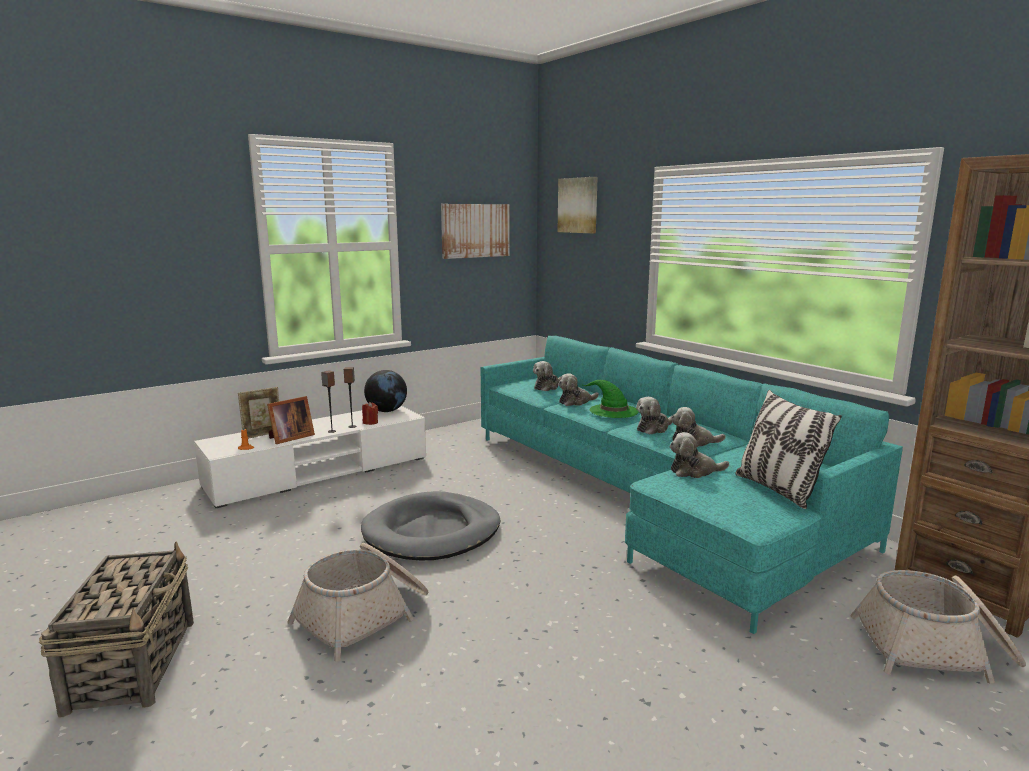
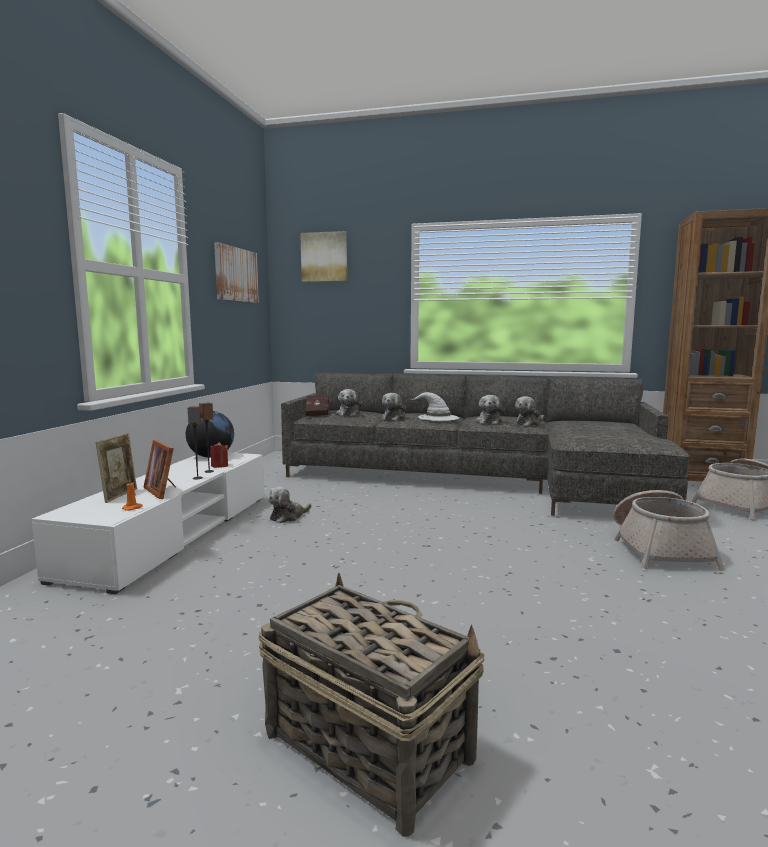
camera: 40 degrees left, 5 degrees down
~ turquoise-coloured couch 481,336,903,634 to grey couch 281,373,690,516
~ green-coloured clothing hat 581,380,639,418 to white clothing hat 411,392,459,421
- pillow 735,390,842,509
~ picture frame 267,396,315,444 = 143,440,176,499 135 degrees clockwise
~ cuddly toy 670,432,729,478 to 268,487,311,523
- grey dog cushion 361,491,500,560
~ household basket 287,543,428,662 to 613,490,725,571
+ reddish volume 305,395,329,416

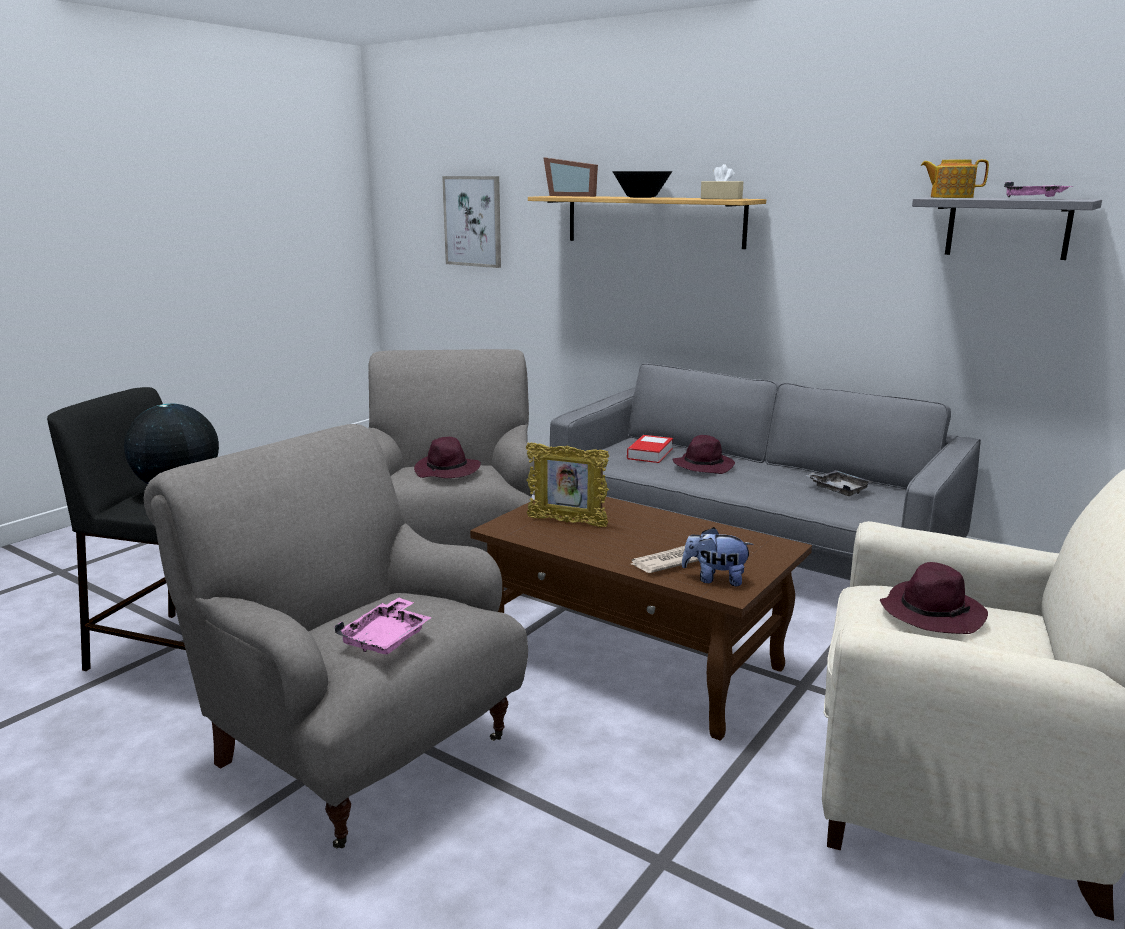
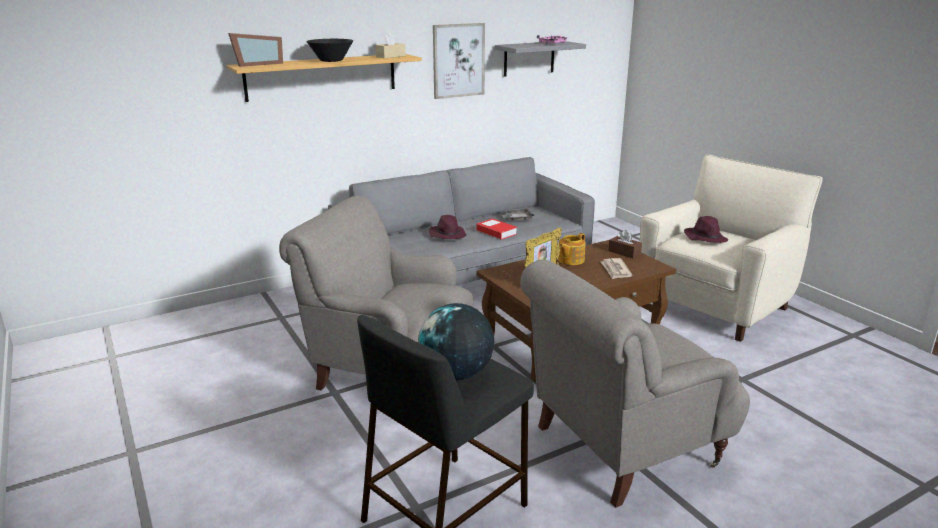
camera: 65 degrees left, 5 degrees up
~ teapot 921,159,989,198 to 558,233,586,265
~ wall picture 442,176,501,268 to 433,23,485,99
~ volume 627,435,673,463 to 477,218,517,240
- purple-coloured clothing hat 414,437,481,478
- cuddly toy 682,527,754,586
- pinkish serving tray 334,598,432,654
+ brown tissue box 608,230,642,258

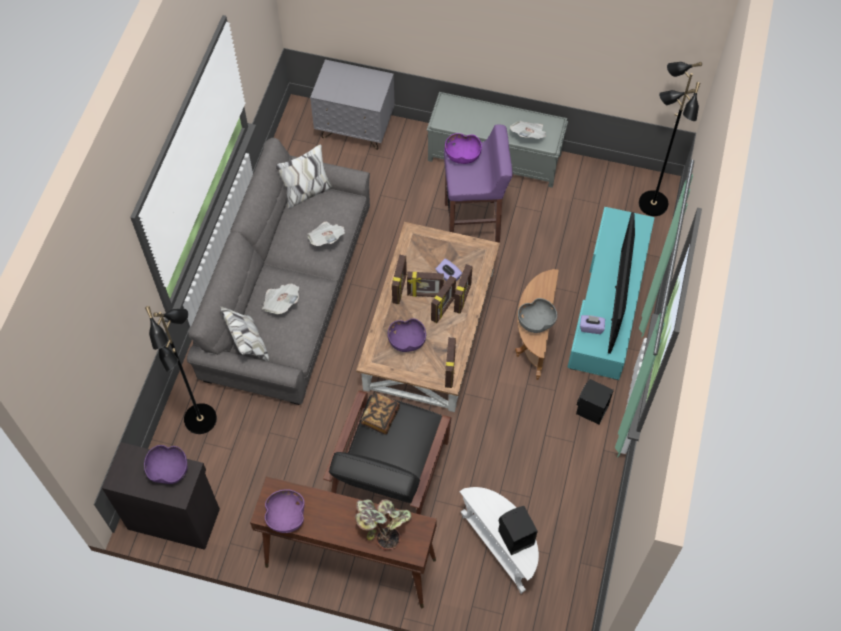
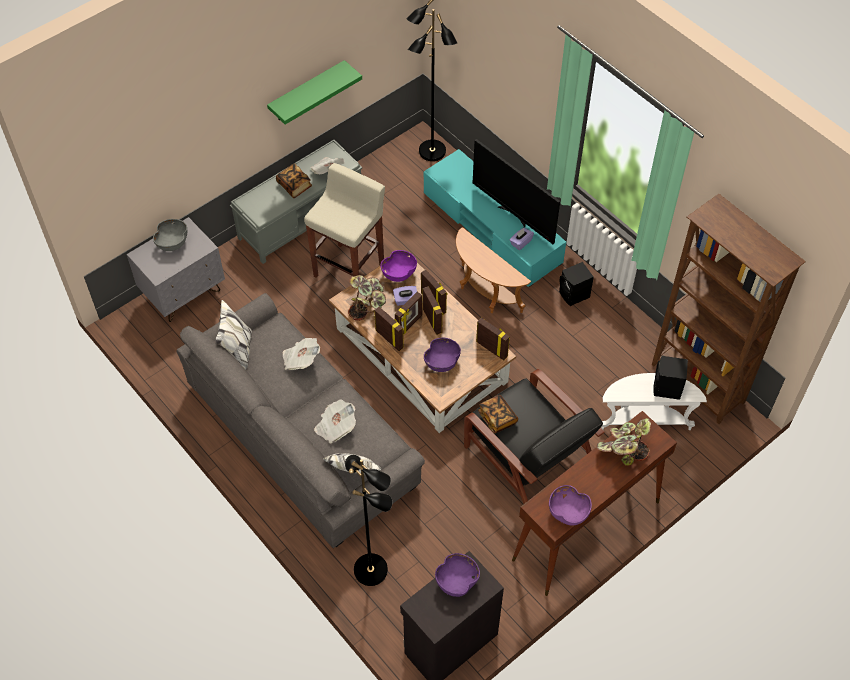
camera: 55 degrees left, 5 degrees down
~ purple-coloured stool seat 444,125,513,243 to beige-coloured stool seat 304,163,385,278
~ purple-coloured deep dish 445,133,482,164 to 380,250,417,282
~ grey deep dish 518,298,557,333 to 153,219,188,251
+ green-coloured bracket shelf 267,60,362,125
+ volume 276,163,312,198
+ brown bookshelf 652,194,806,424
+ potted plant 348,275,386,321

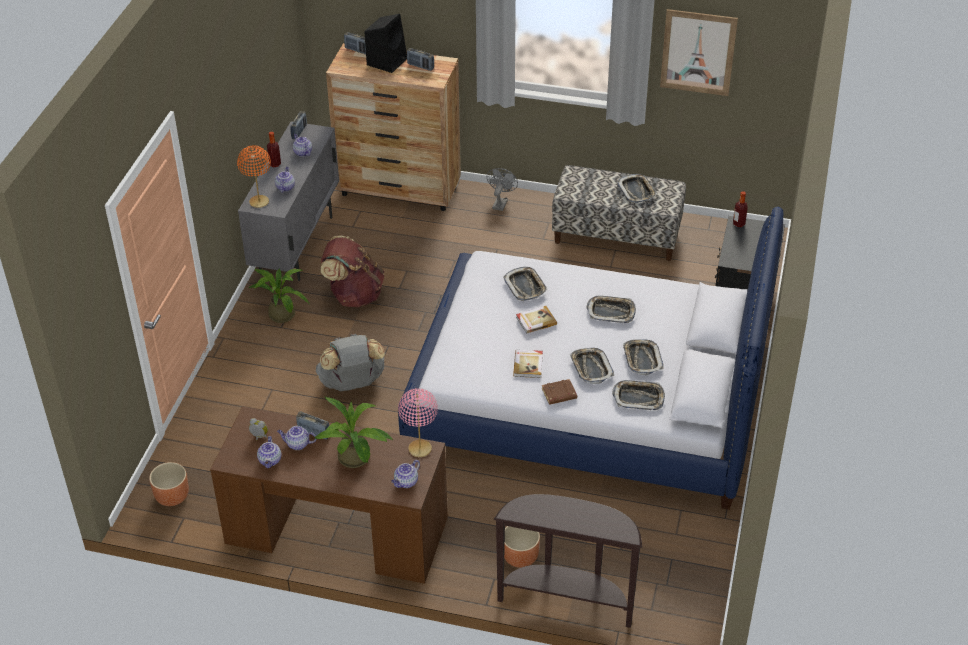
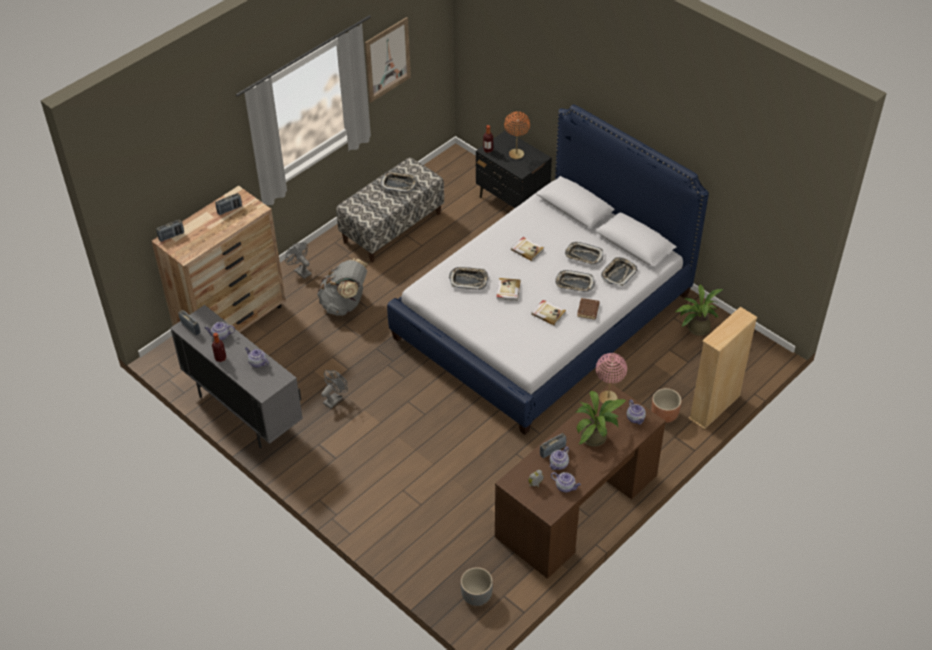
camera: 60 degrees left, 5 degrees up
- blackish speaker 364,14,407,73
~ orange tabletop lamp 237,145,271,208 to 504,111,530,159
~ brown backpack 321,236,385,307 to grey fan 321,370,348,409
~ potted plant 249,268,310,323 to 675,284,724,336
~ serving tray 586,296,636,323 to volume 511,237,544,261
~ grey backpack 316,333,386,391 to 317,258,368,316
~ brown flower pot 149,462,189,506 to grey flower pot 461,567,493,606
~ brown narrow table 493,494,642,628 to beige-coloured bookshelf 688,307,758,430

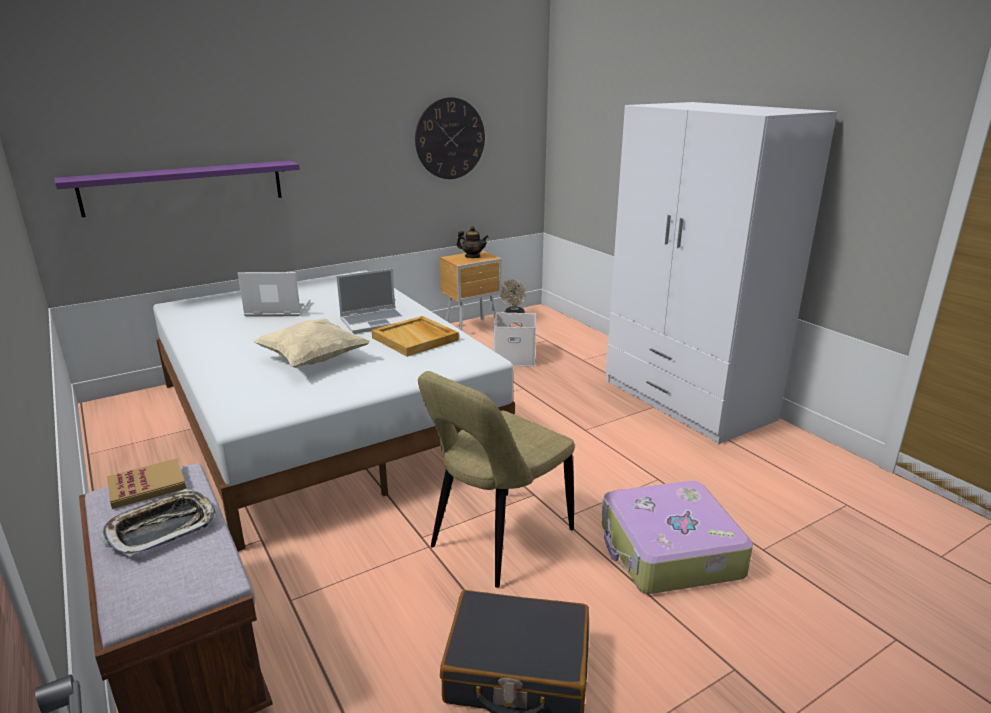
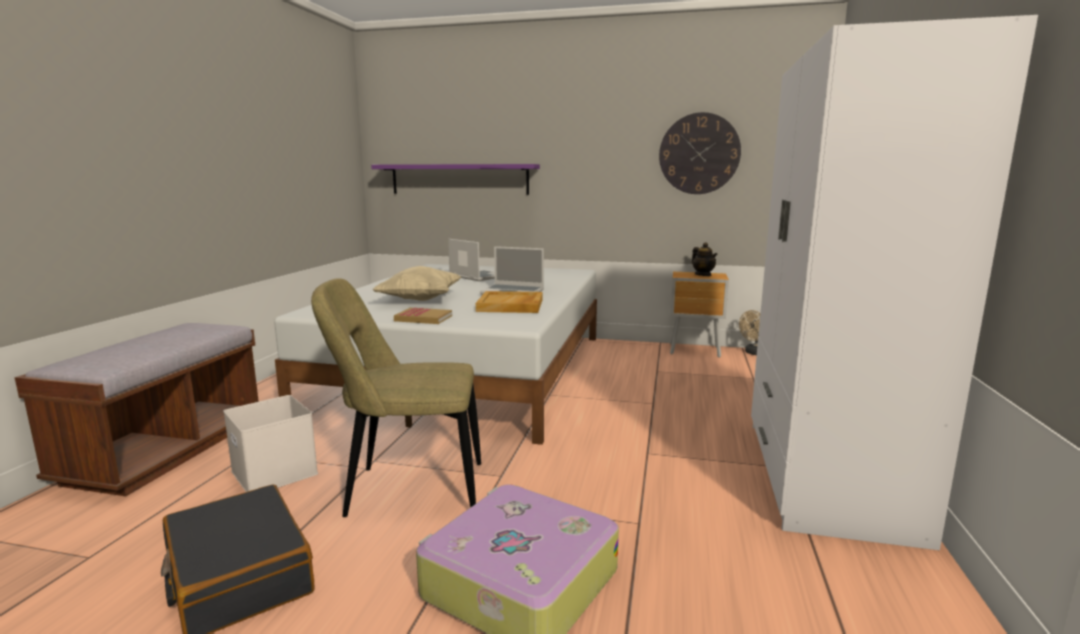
camera: 45 degrees right, 10 degrees down
~ white storage container 493,312,536,367 to 223,395,318,492
~ volume 107,458,186,509 to 394,308,452,324
- serving tray 100,489,217,557

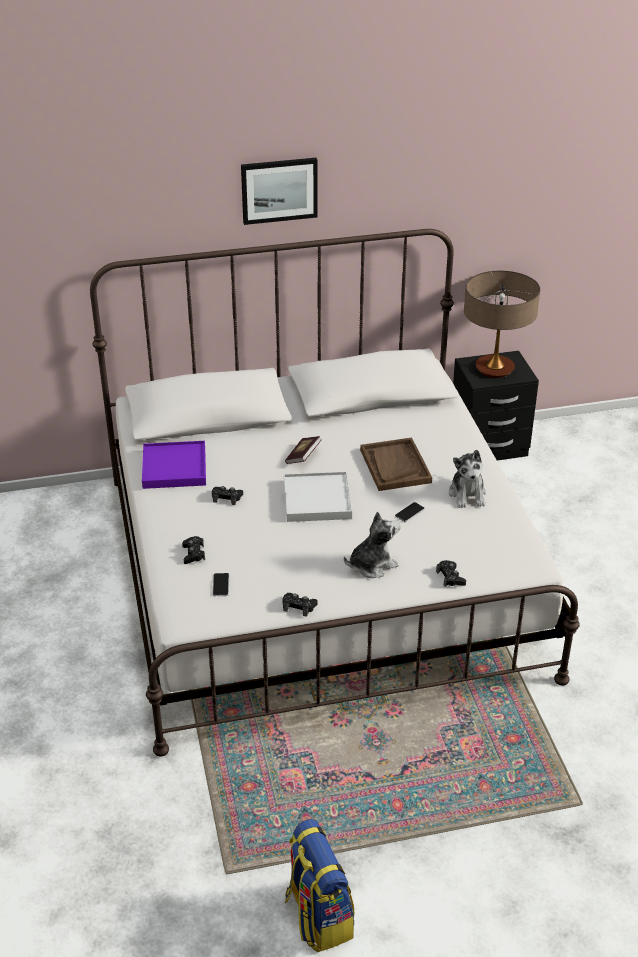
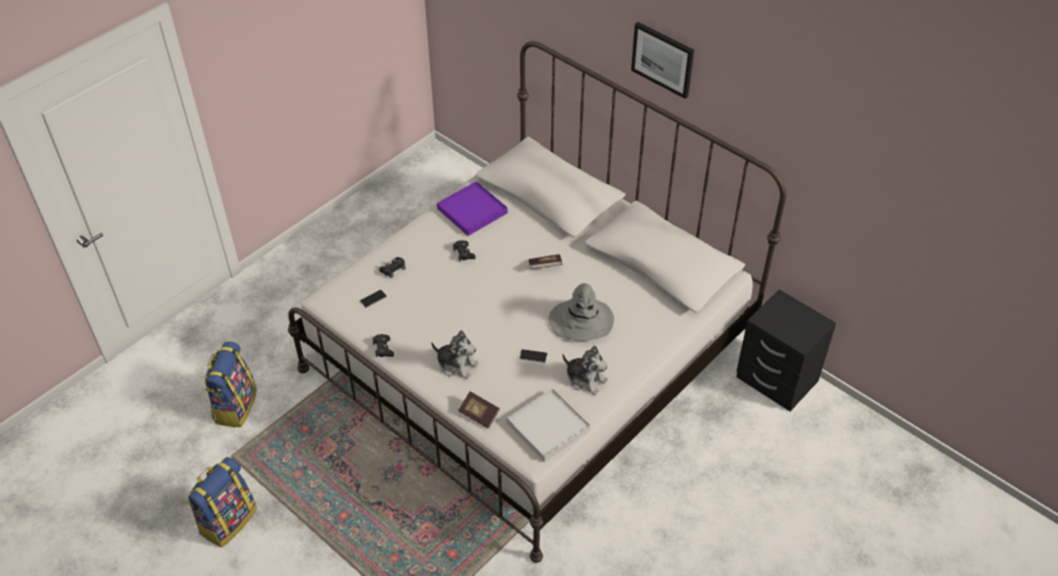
camera: 55 degrees right, 10 degrees up
- tabletop lamp 464,271,540,378
~ brown serving tray 360,438,432,491 to grey clothing hat 548,283,614,341
~ cuddly toy 449,450,486,508 = 563,345,608,395 105 degrees counterclockwise
~ white serving tray 284,471,352,522 to 507,388,591,462
~ blackish gamepad 436,560,466,587 to volume 458,391,500,429
+ backpack 204,342,257,427

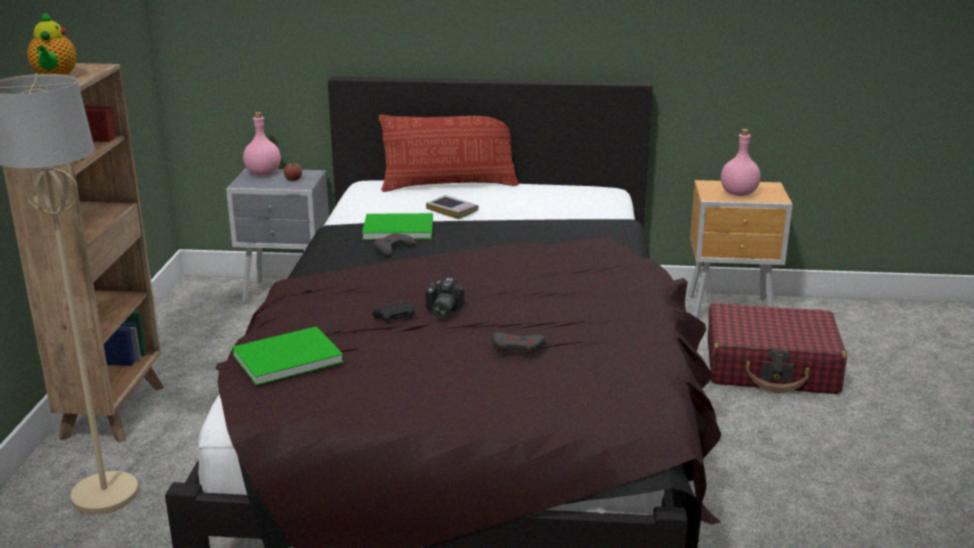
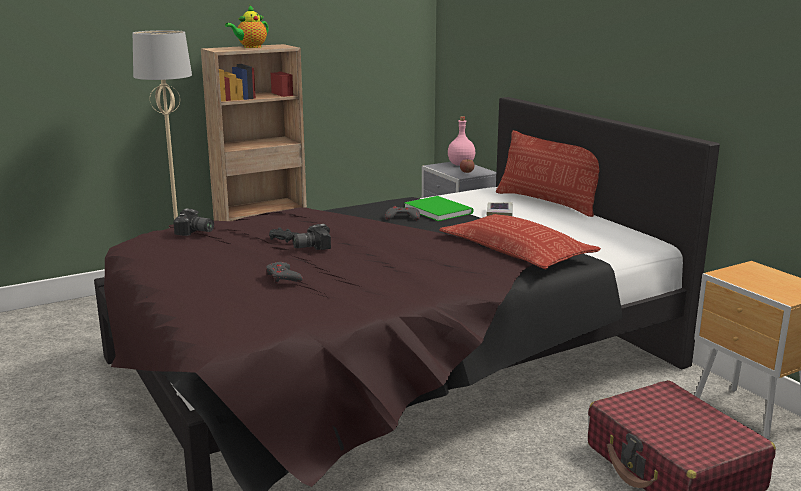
camera: 55 degrees right, 5 degrees down
- pinkish bottle 721,129,761,196
~ green-coloured volume 232,326,344,385 to photo camera 173,208,214,236
+ pillow 439,214,601,269

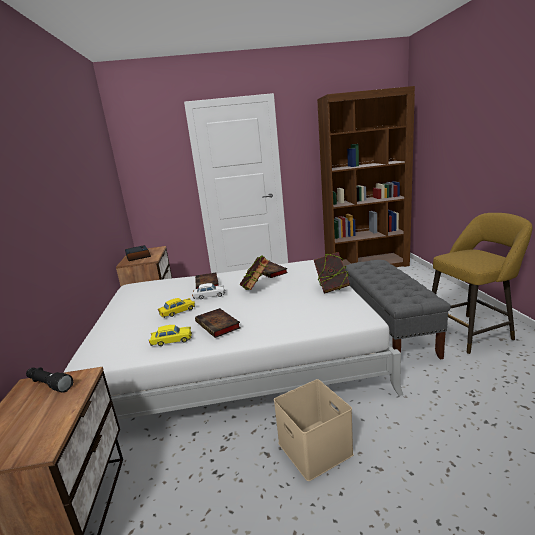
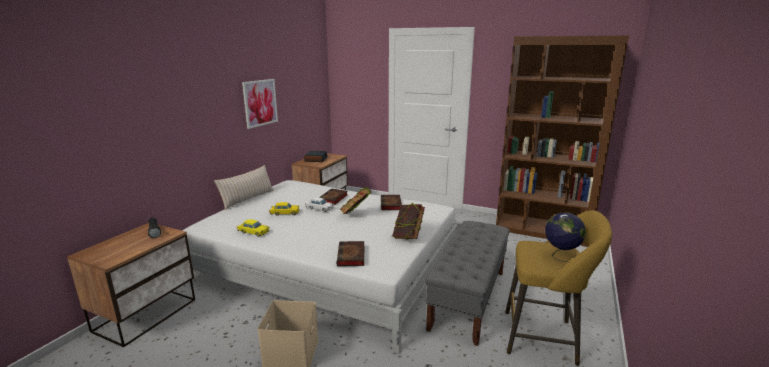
camera: 30 degrees right, 0 degrees up
~ volume 195,308,241,338 to 337,241,364,266
+ wall picture 242,79,278,129
+ beige-coloured pillow 214,165,274,210
+ globe 545,212,586,262

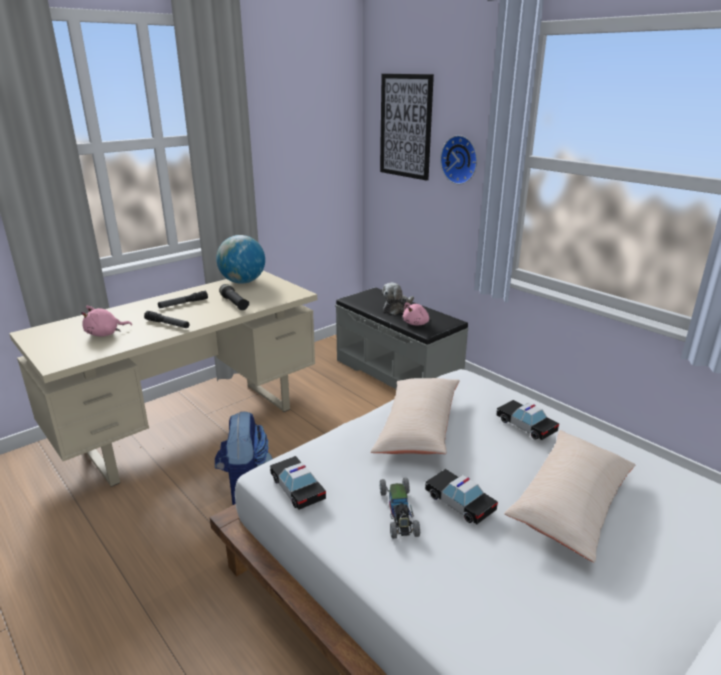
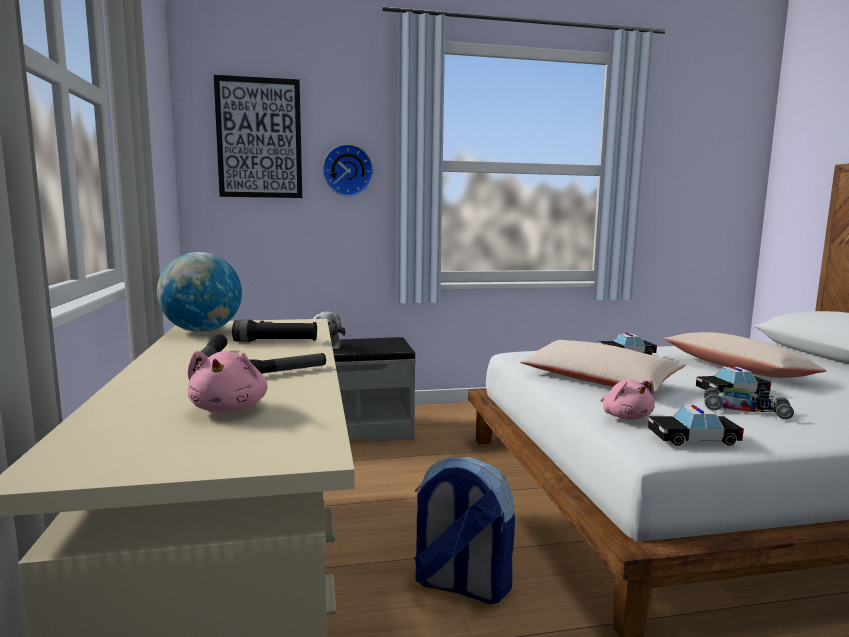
camera: 60 degrees left, 15 degrees down
~ pinkish cuddly toy 403,302,429,325 to 601,379,655,420

